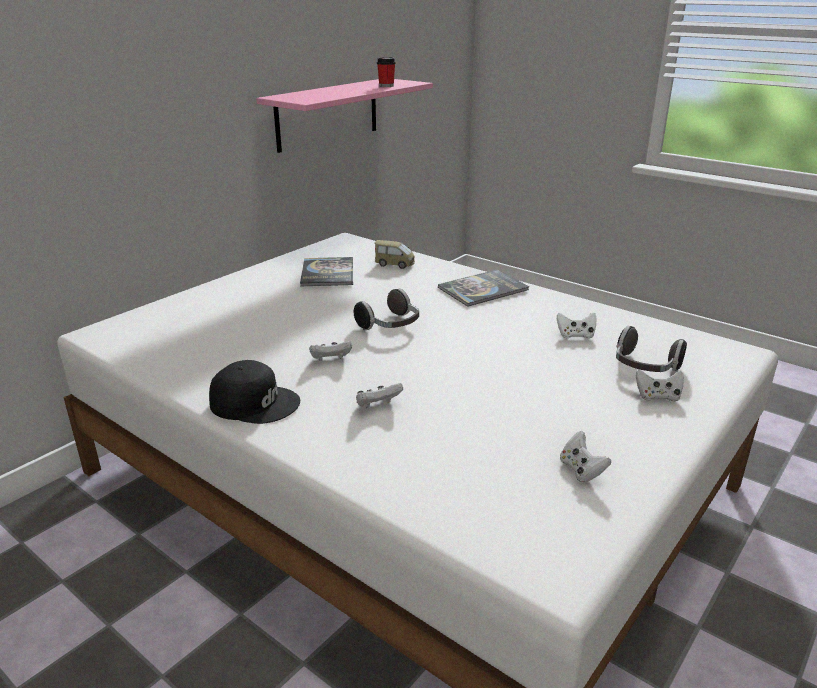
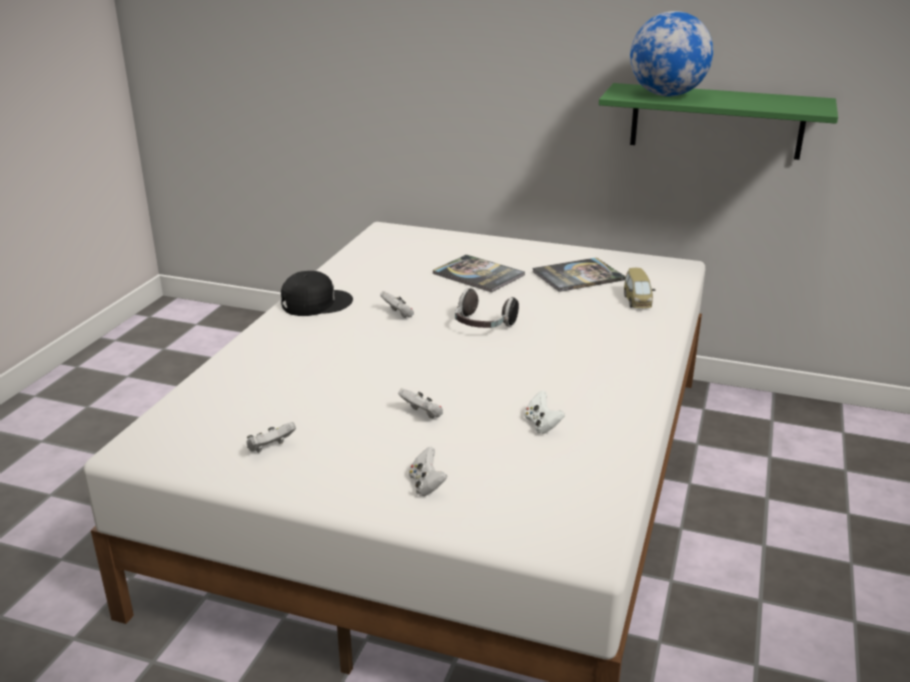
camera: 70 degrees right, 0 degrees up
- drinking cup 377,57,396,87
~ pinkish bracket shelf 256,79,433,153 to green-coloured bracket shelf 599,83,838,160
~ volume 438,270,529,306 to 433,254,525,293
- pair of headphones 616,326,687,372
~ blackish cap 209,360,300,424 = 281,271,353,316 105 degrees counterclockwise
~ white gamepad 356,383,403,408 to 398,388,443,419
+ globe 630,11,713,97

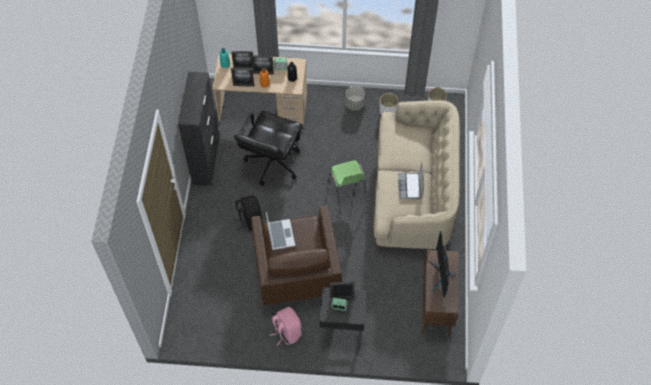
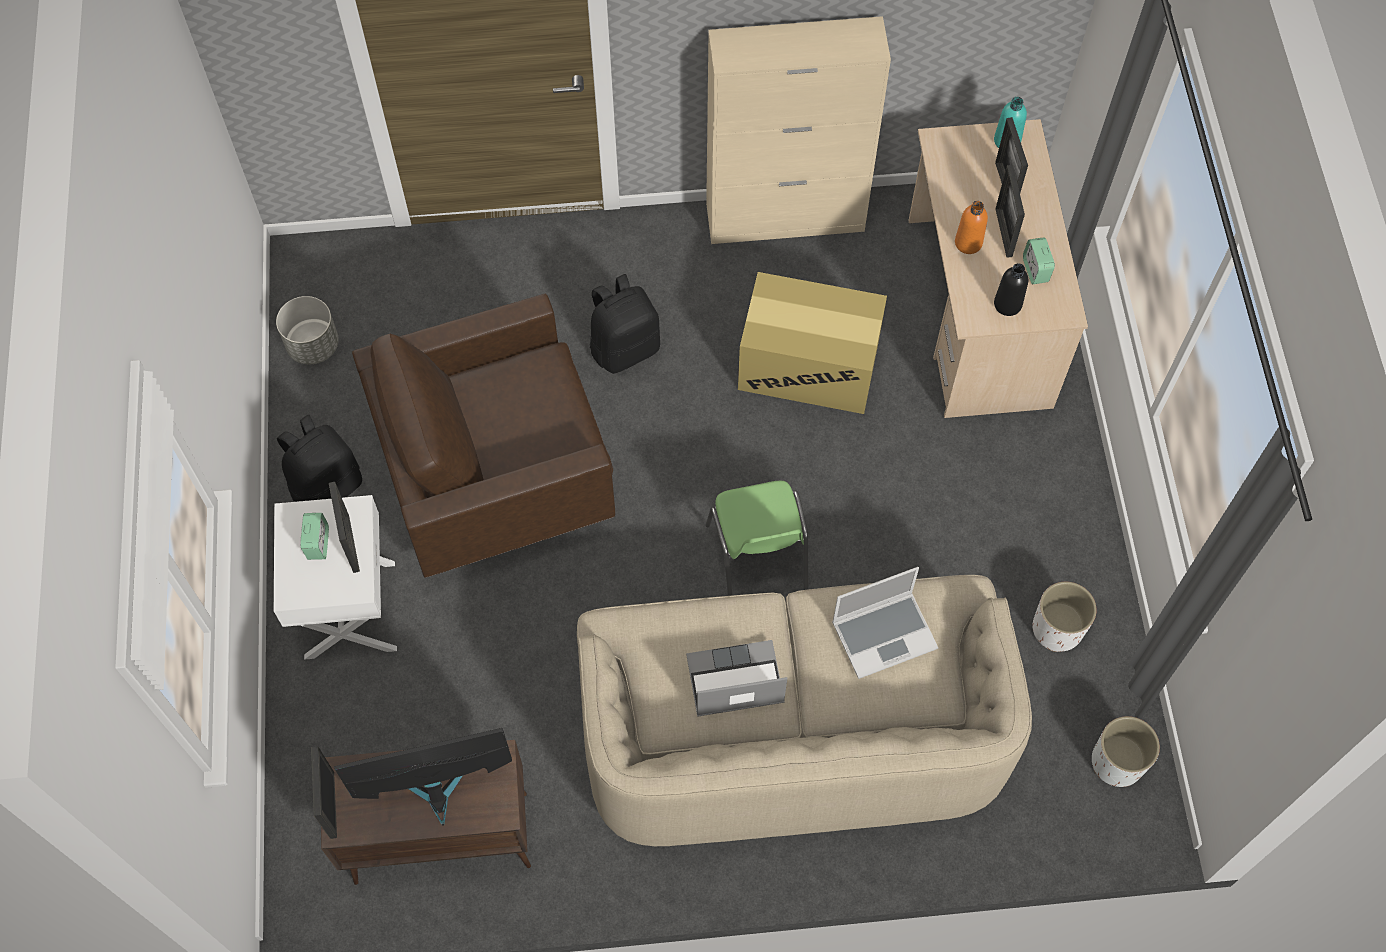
camera: 80 degrees right, 5 degrees up
~ picture frame 231,68,254,87 to 311,747,337,839
~ blackish cupboard 178,72,219,186 to beige-coloured cupboard 706,16,891,244
~ grey flower pot 346,86,365,111 to 276,296,339,364
~ blackish office chair 234,111,303,186 to carton 738,272,887,414
~ green-coloured chair 328,161,367,210 = 705,481,808,596 75 degrees counterclockwise
~ portable computer 266,211,295,250 to 832,567,938,679
~ blackish nightstand 319,287,366,347 to white nightstand 274,495,397,660
~ pinkish backpack 270,307,302,346 to blackish backpack 277,415,362,502

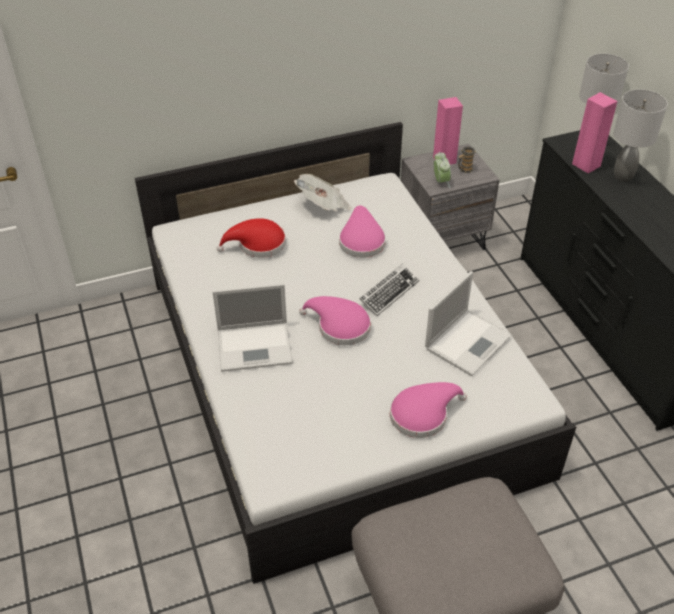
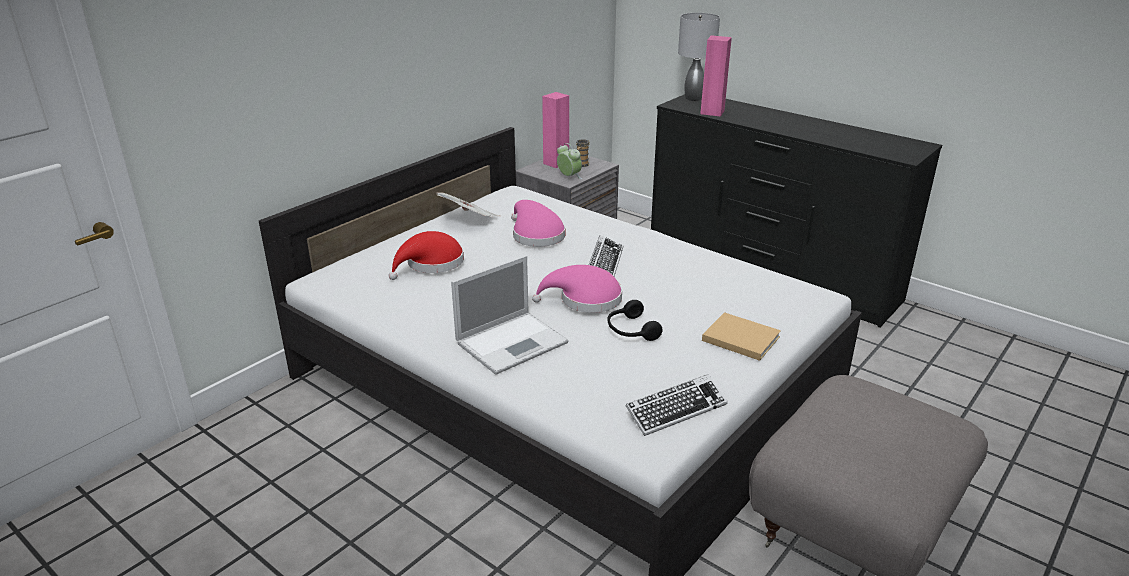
camera: 30 degrees left, 15 degrees down
- grey tabletop lamp 613,89,667,182
- portable computer 425,271,512,376
~ pinkish clothing hat 390,382,467,438 to beige-coloured volume 702,312,781,361
+ blackish pair of headphones 607,300,662,341
+ keyboard 625,374,728,436

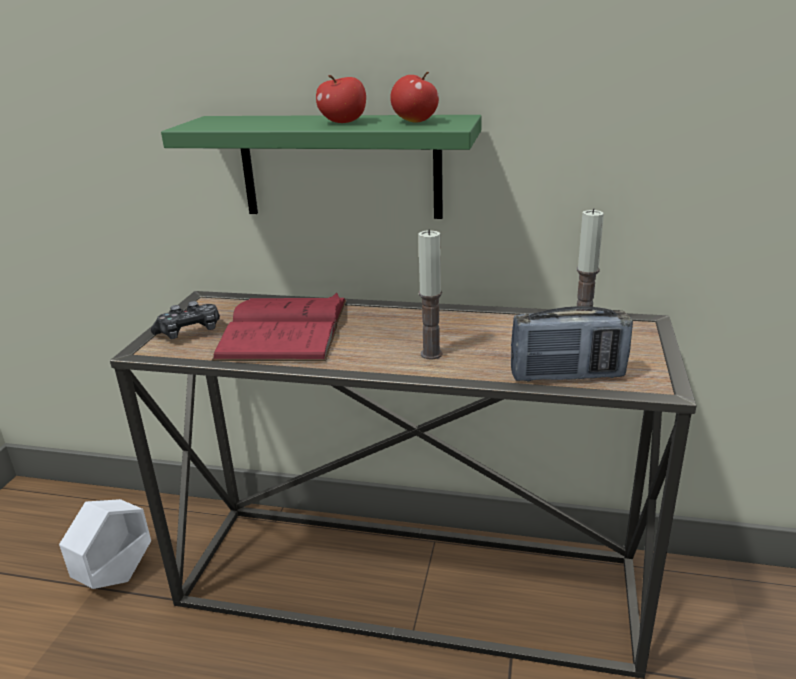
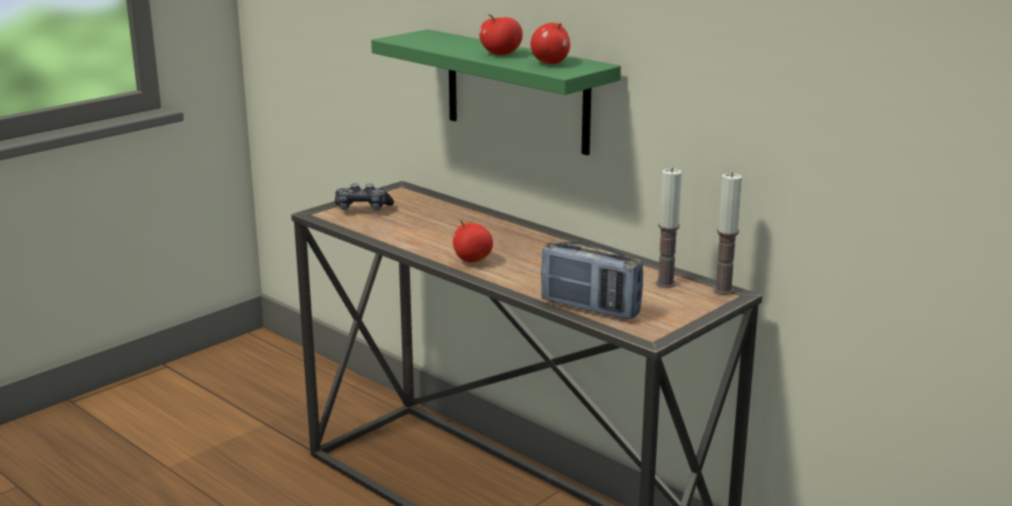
camera: 30 degrees right, 5 degrees down
~ candle 418,229,442,360 to 713,172,742,295
- reddish volume 212,293,347,361
- white flower pot 59,499,151,589
+ apple 453,220,493,262

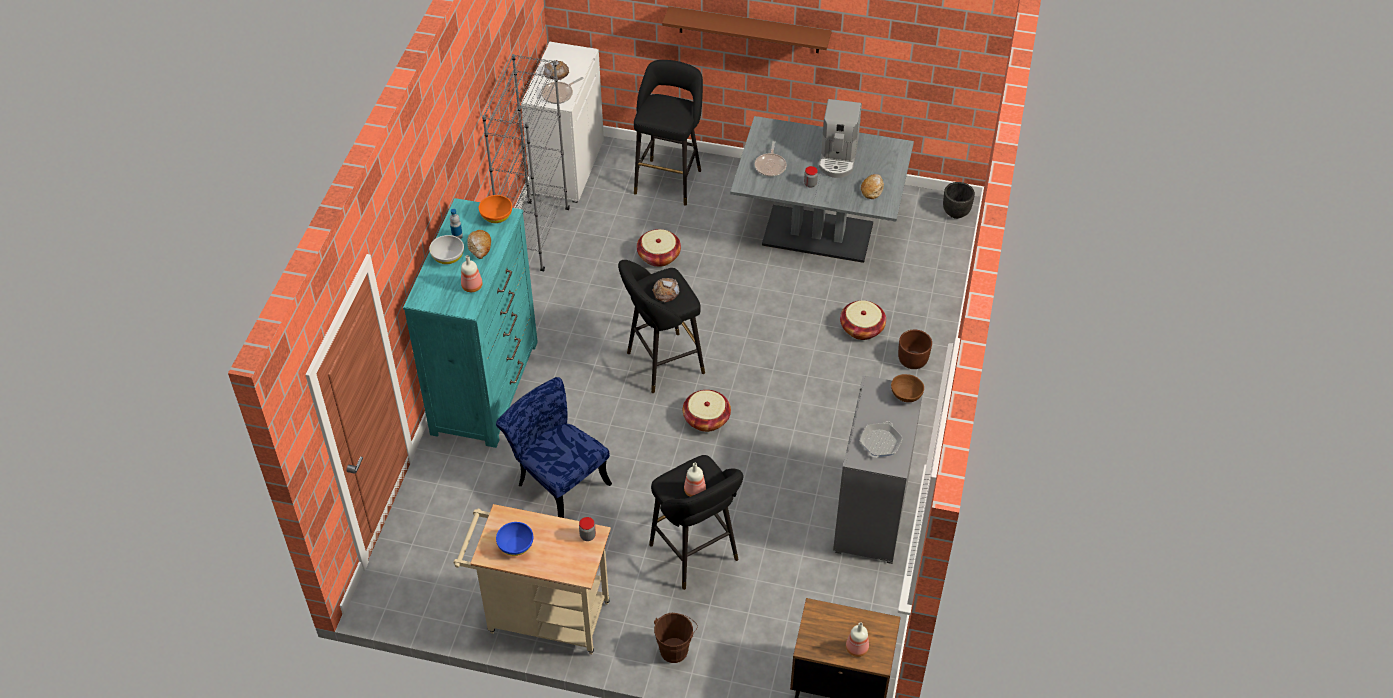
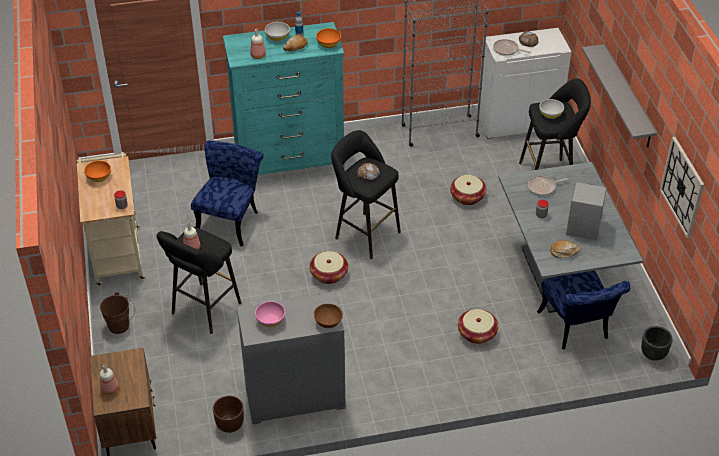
camera: 65 degrees right, 5 degrees down
~ brown bracket shelf 662,6,832,53 to grey bracket shelf 582,44,657,148
~ coffee maker 819,99,862,178 = 566,182,606,240 120 degrees clockwise
~ brown flower pot 898,330,932,369 to 213,396,244,433
~ frying pan 860,421,903,458 to pinkish deep dish 255,301,285,327
~ blue deep dish 496,522,533,556 to orange deep dish 84,160,111,182
+ white deep dish 539,99,564,119
+ wall clock 660,137,704,238
+ blue chair 537,271,631,350

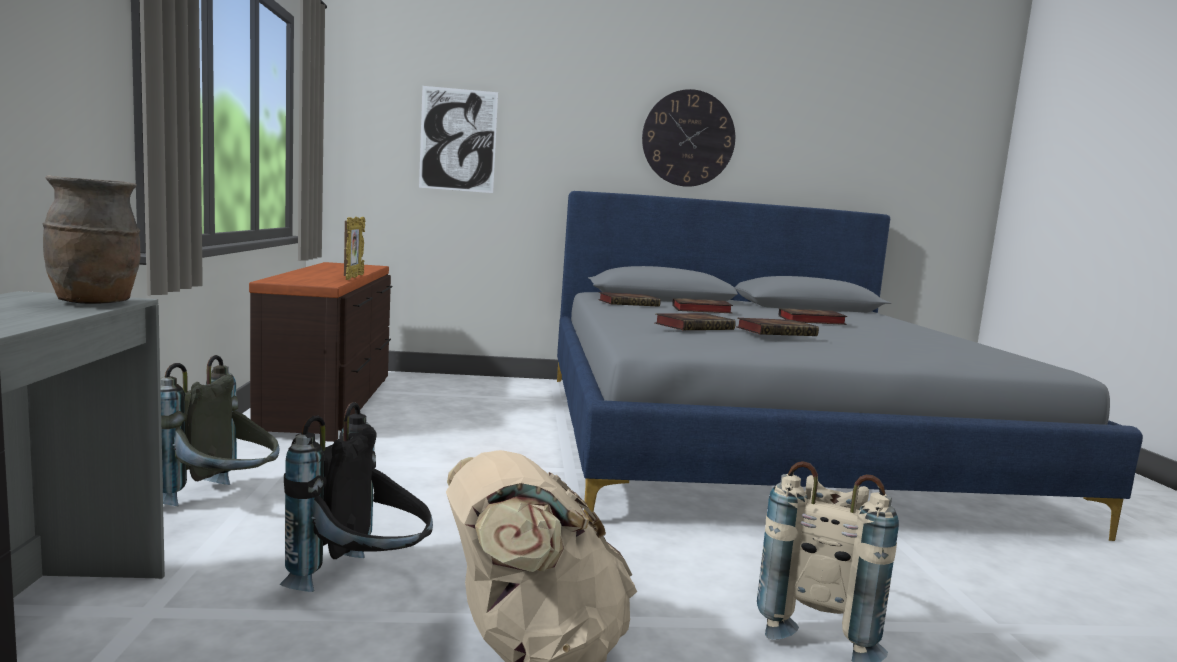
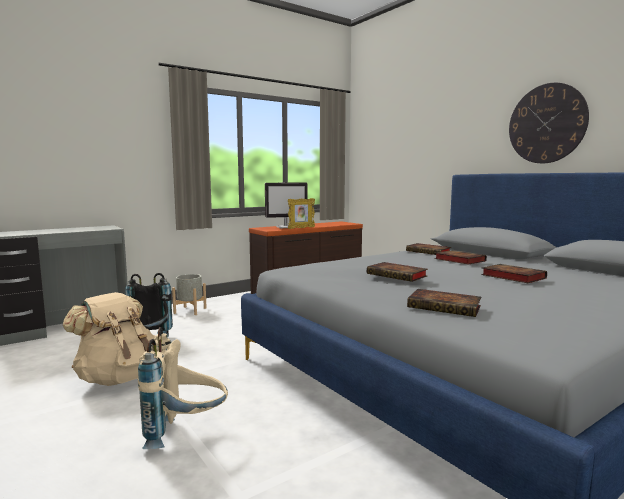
camera: 60 degrees right, 0 degrees up
- wall picture 419,86,498,193
- brown decorative vase 43,175,141,304
~ volume 654,313,736,330 to 407,289,481,317
~ grey backpack 160,355,279,506 to grey flower pot 172,274,207,315
+ monitor 265,183,308,228

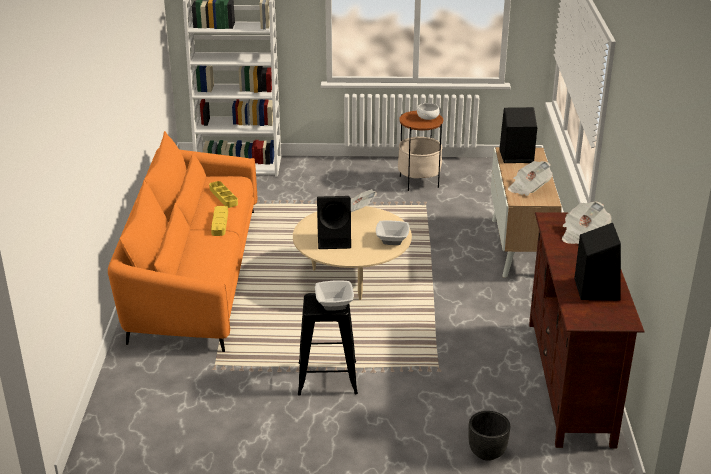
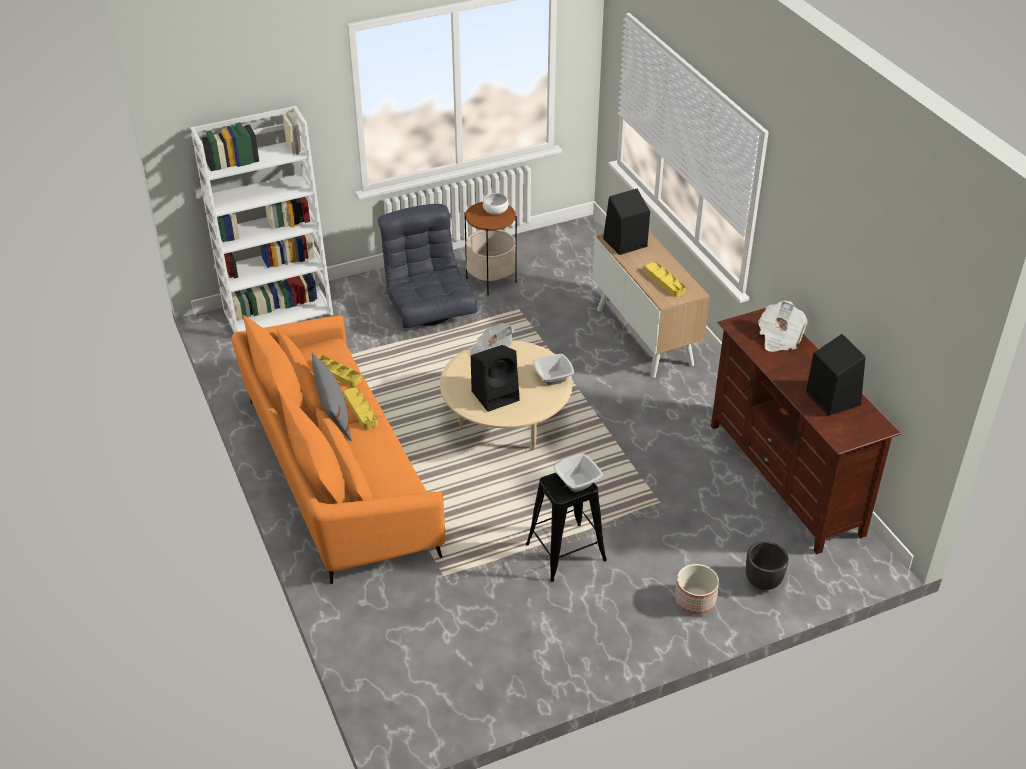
camera: 25 degrees left, 10 degrees up
~ printed paper 508,161,553,196 to yellowish serving tray 645,262,686,297
+ grey armchair 378,204,478,328
+ grey pillow 312,353,352,441
+ flower pot 675,564,719,615

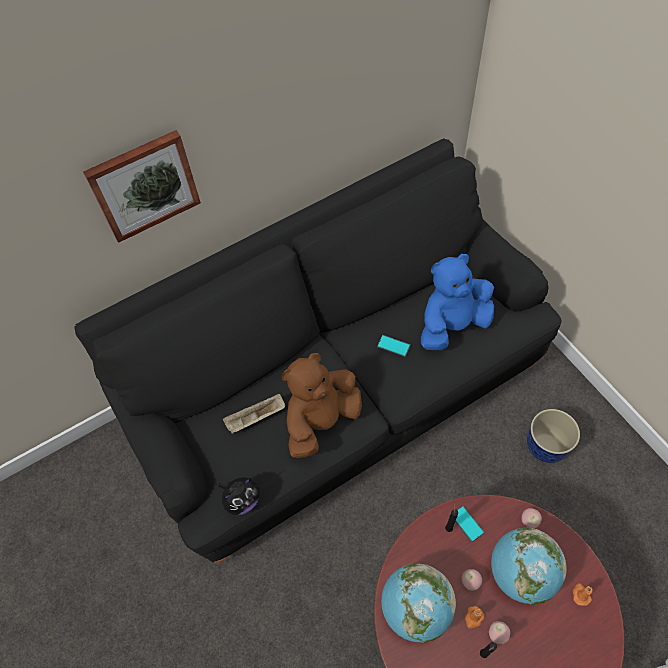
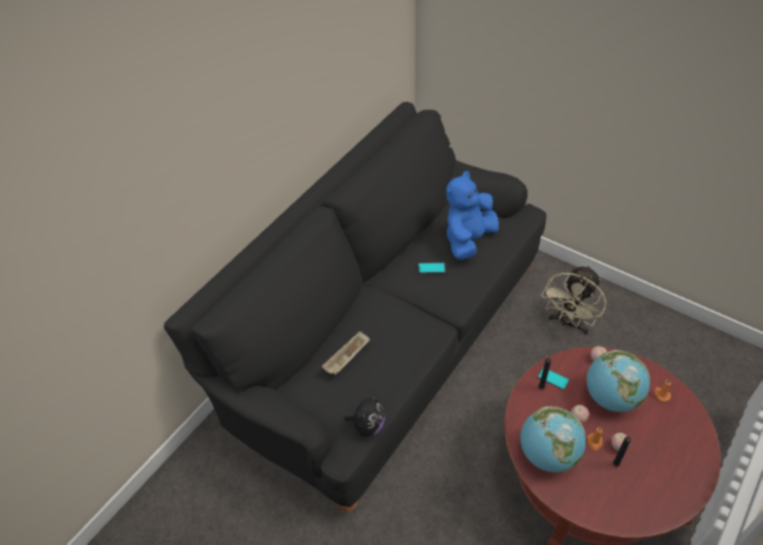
camera: 25 degrees left, 10 degrees down
- wall picture 83,130,201,243
- brown cuddly toy 282,353,362,458
~ flower pot 527,409,580,463 to beige-coloured fan 542,265,607,335

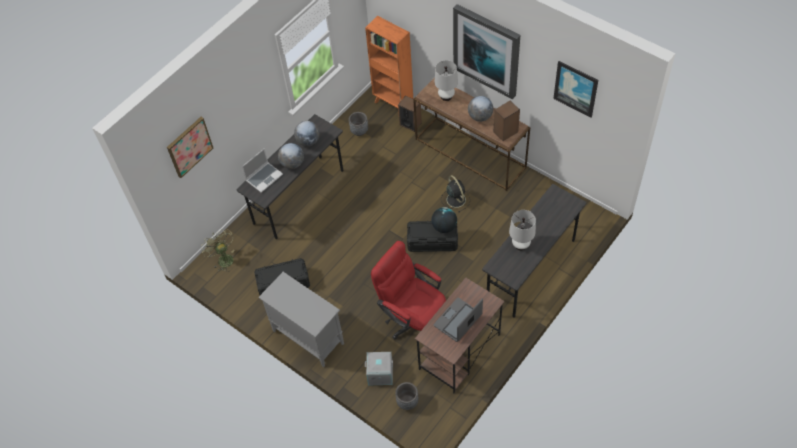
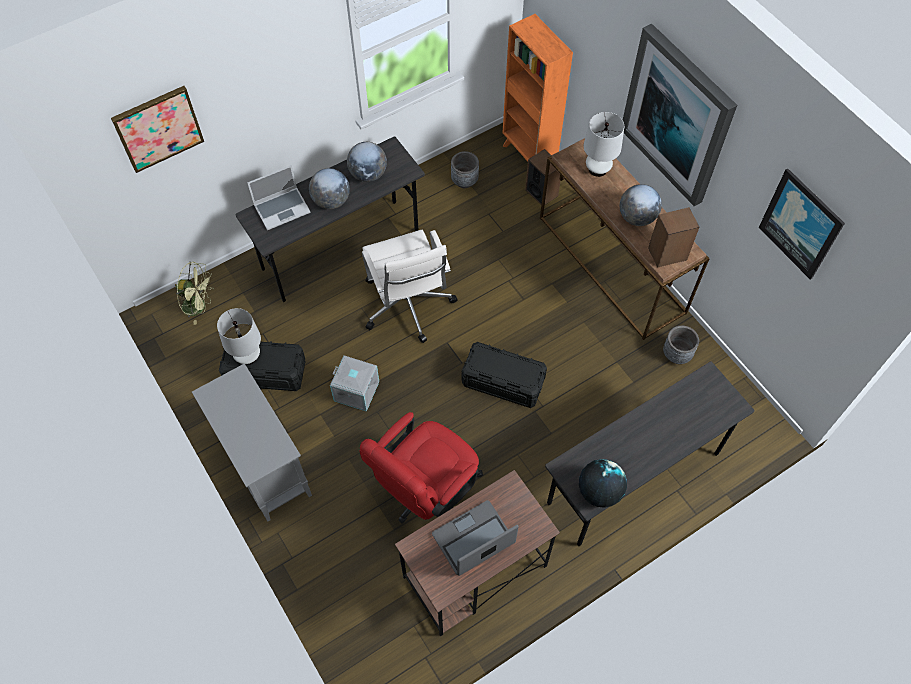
camera: 15 degrees right, 5 degrees up
- blackish fan 441,175,470,213
~ globe 431,207,457,233 to 579,459,627,508
~ white tabletop lamp 509,210,536,251 to 217,308,261,365
~ green-coloured fan 200,229,235,272 = 175,262,214,325 120 degrees clockwise
~ reddish office chair 371,241,446,339 = 359,412,483,523 105 degrees counterclockwise
~ grey storage container 365,352,393,386 to 330,355,379,412
~ grey flower pot 395,382,418,410 to 663,326,699,364
+ white office chair 362,230,458,343

